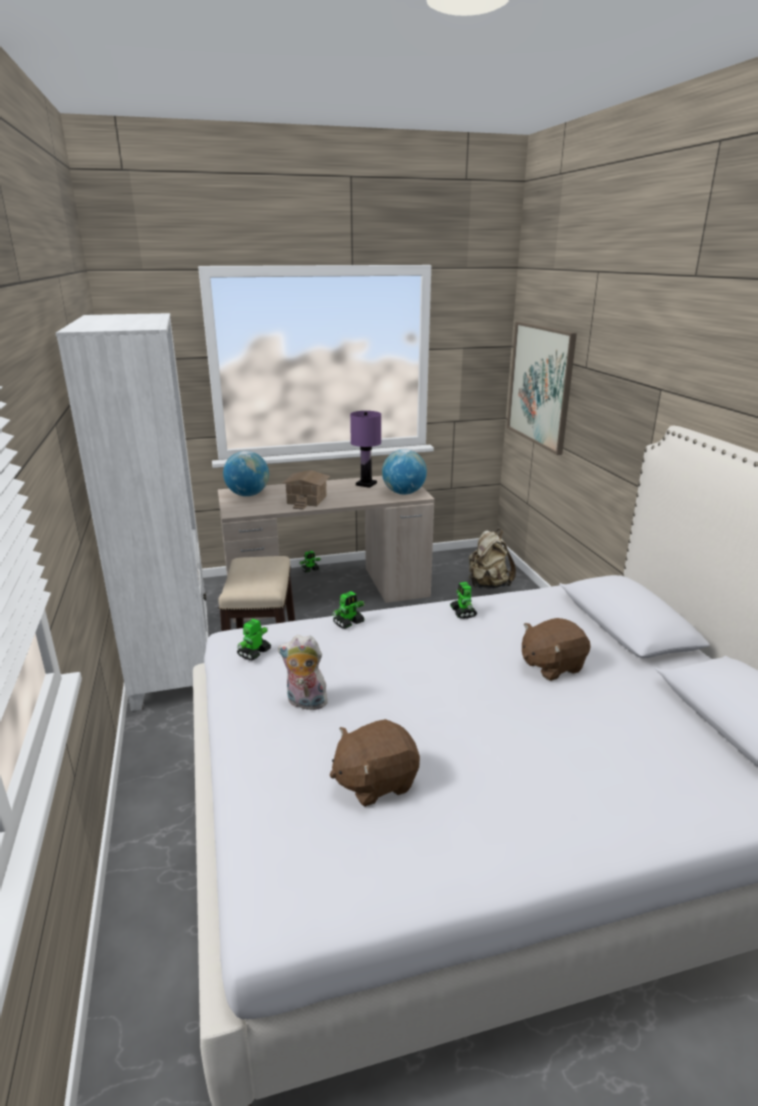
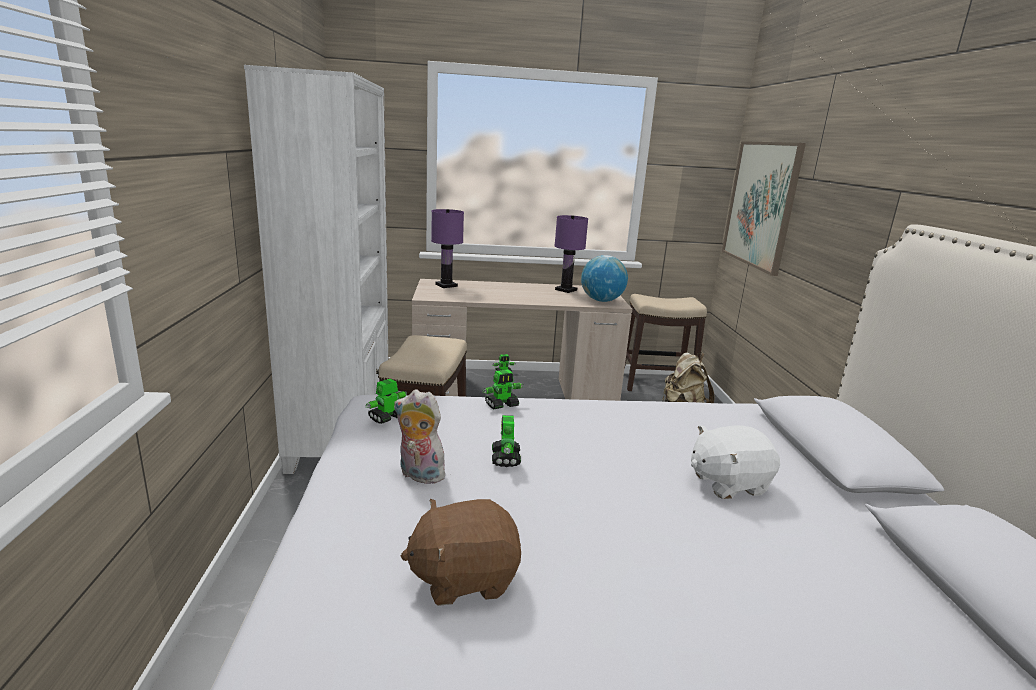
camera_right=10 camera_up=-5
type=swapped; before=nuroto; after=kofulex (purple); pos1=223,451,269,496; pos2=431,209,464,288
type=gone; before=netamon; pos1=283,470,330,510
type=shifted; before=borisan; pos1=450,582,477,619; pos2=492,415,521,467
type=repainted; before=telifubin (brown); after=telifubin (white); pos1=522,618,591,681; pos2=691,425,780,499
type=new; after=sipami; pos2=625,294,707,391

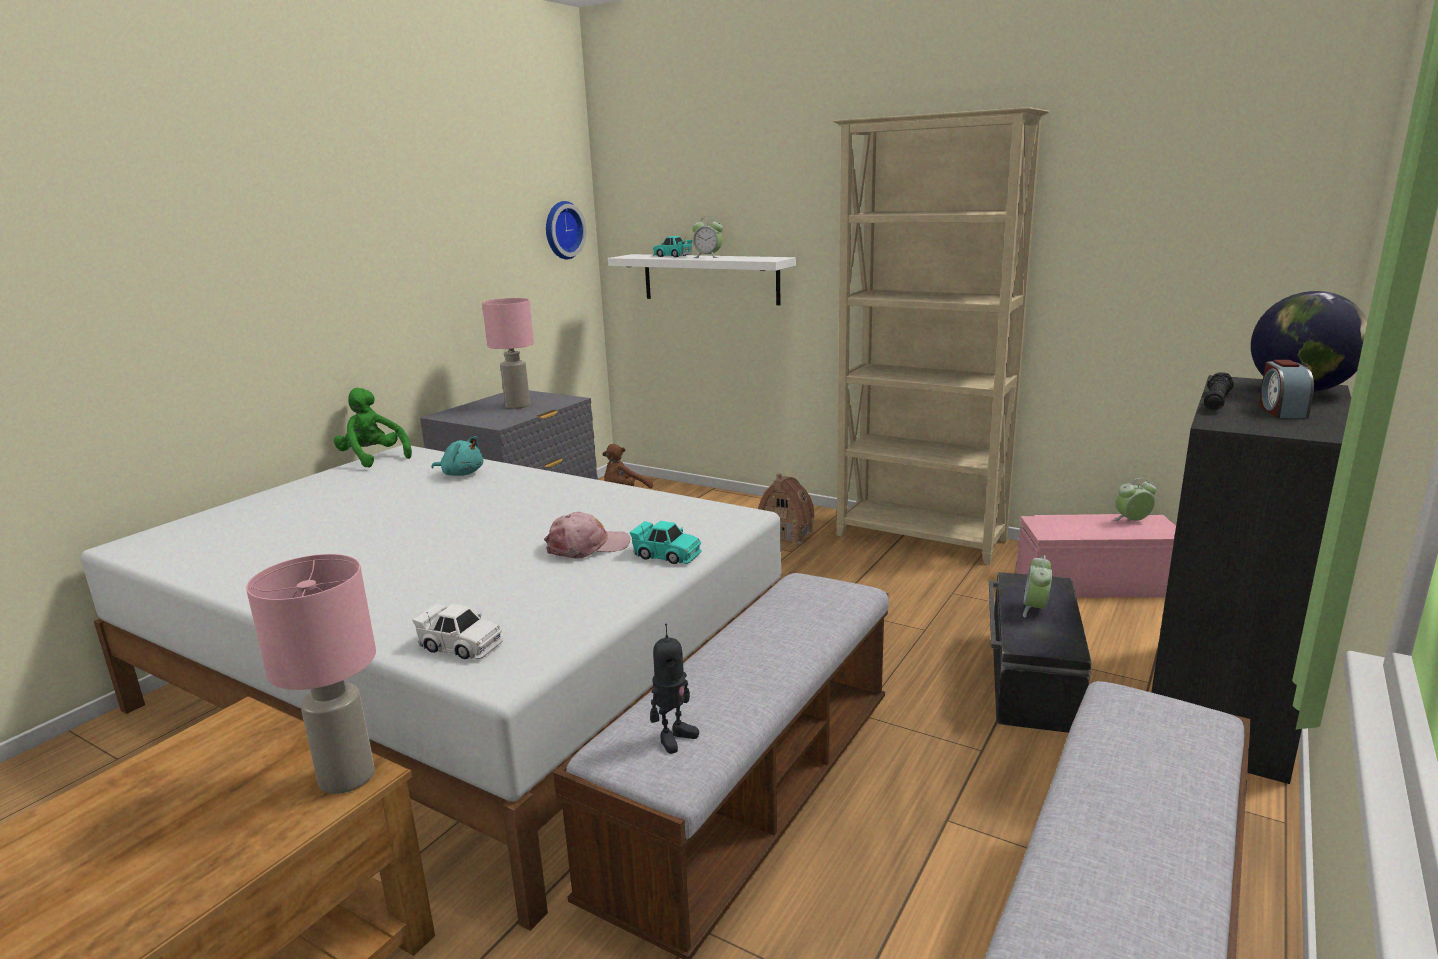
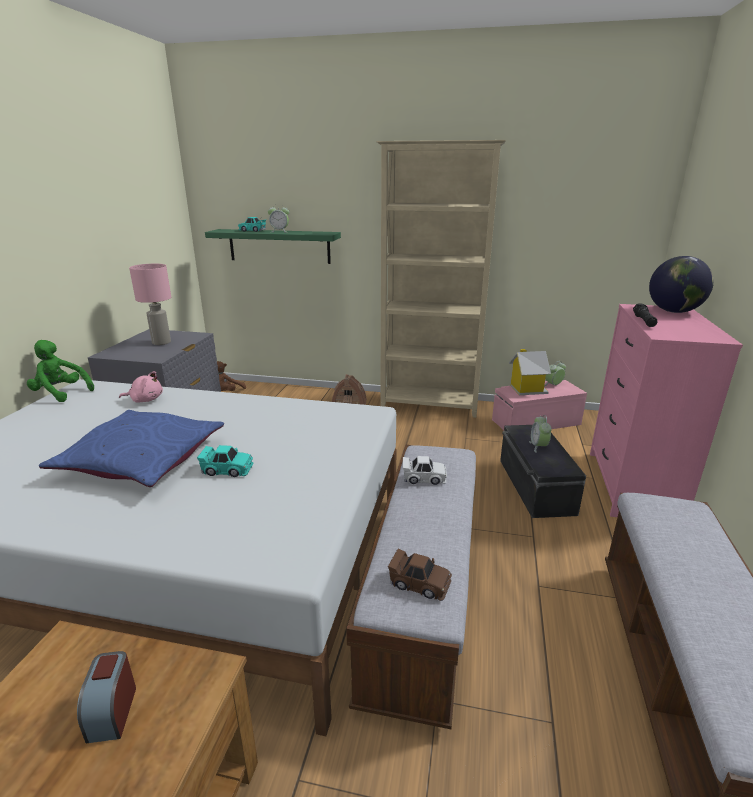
camera_right=-20 camera_up=5
type=gone; before=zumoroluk; pos1=546,201,586,259
type=repainted; before=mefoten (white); after=mefoten (green); pos1=608,254,796,305; pos2=205,229,341,264
type=shifted; before=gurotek; pos1=1259,360,1314,418; pos2=77,651,136,744
type=repainted; before=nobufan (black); after=nobufan (pink); pos1=1151,375,1351,784; pos2=590,304,743,517
type=repainted; before=telifubin (turquoise); after=telifubin (pink); pos1=431,436,483,476; pos2=119,371,163,402
type=gone; before=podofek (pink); pos1=544,512,630,559
type=shifted; before=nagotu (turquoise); pos1=630,521,702,564; pos2=197,445,253,477
type=gone; before=kofulex (pink); pos1=246,554,376,794
type=shifted; before=nagotu (white); pos1=412,603,503,660; pos2=403,456,447,485
type=swapped; before=borisan; after=nagotu (brown); pos1=650,624,699,754; pos2=388,549,452,601
type=new; after=netamon; pos2=509,349,551,395
type=new; after=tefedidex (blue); pos2=39,410,224,487

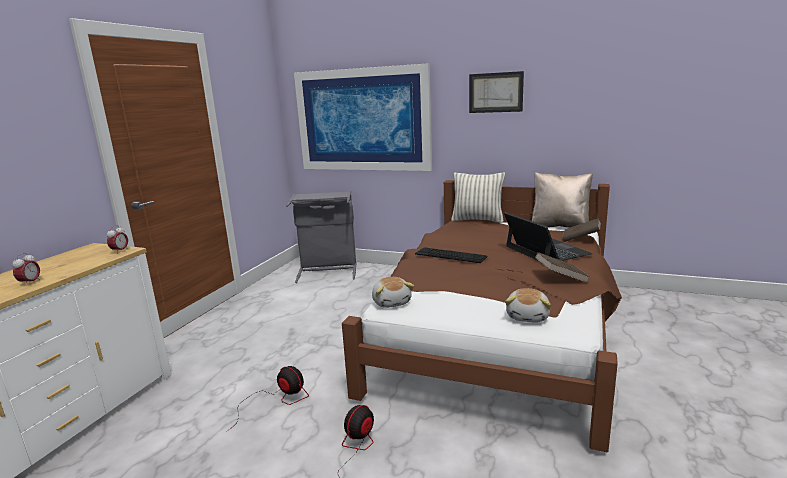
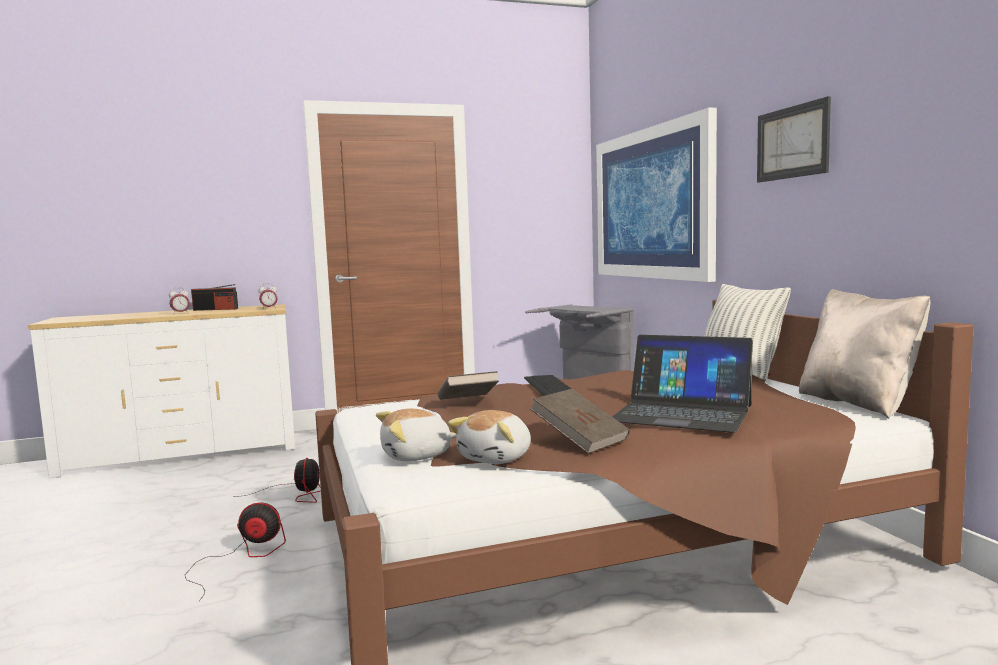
camera_right=50 camera_up=-10
type=rotated; before=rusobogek; pos1=504,212,592,261; pos2=612,335,753,433; turn=90
type=shifted; before=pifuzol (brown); pos1=562,218,601,242; pos2=438,371,499,400
type=shifted; before=telifubin; pos1=372,277,414,308; pos2=448,410,531,464
type=new; after=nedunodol; pos2=191,284,238,311

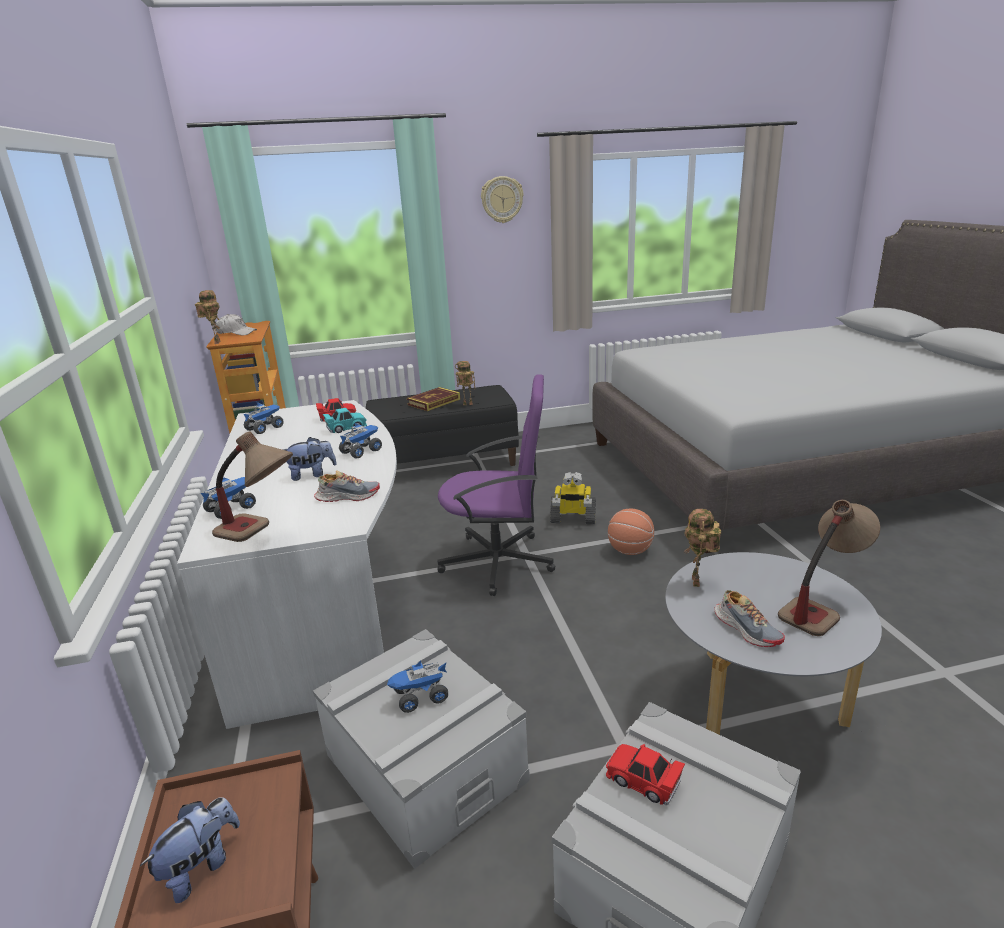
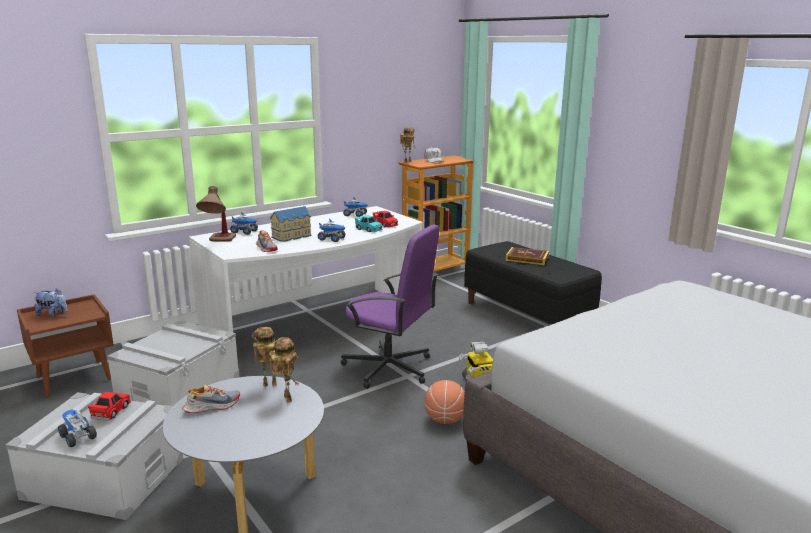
camera_right=65 camera_up=-5
type=gone; before=zumoroluk; pos1=481,176,523,223
type=shifted; before=borisan; pos1=455,361,475,405; pos2=269,337,299,403
type=rotated; before=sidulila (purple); pos1=437,374,555,596; pos2=341,224,439,389; turn=-45
type=swapped; before=telifubin; after=netamon; pos1=282,437,337,481; pos2=270,206,311,242
type=gone; before=kofulex; pos1=778,500,880,636
type=rotated; before=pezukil; pos1=715,590,785,647; pos2=182,384,240,413; turn=-150
type=shifted; before=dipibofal; pos1=387,660,448,713; pos2=58,409,97,447

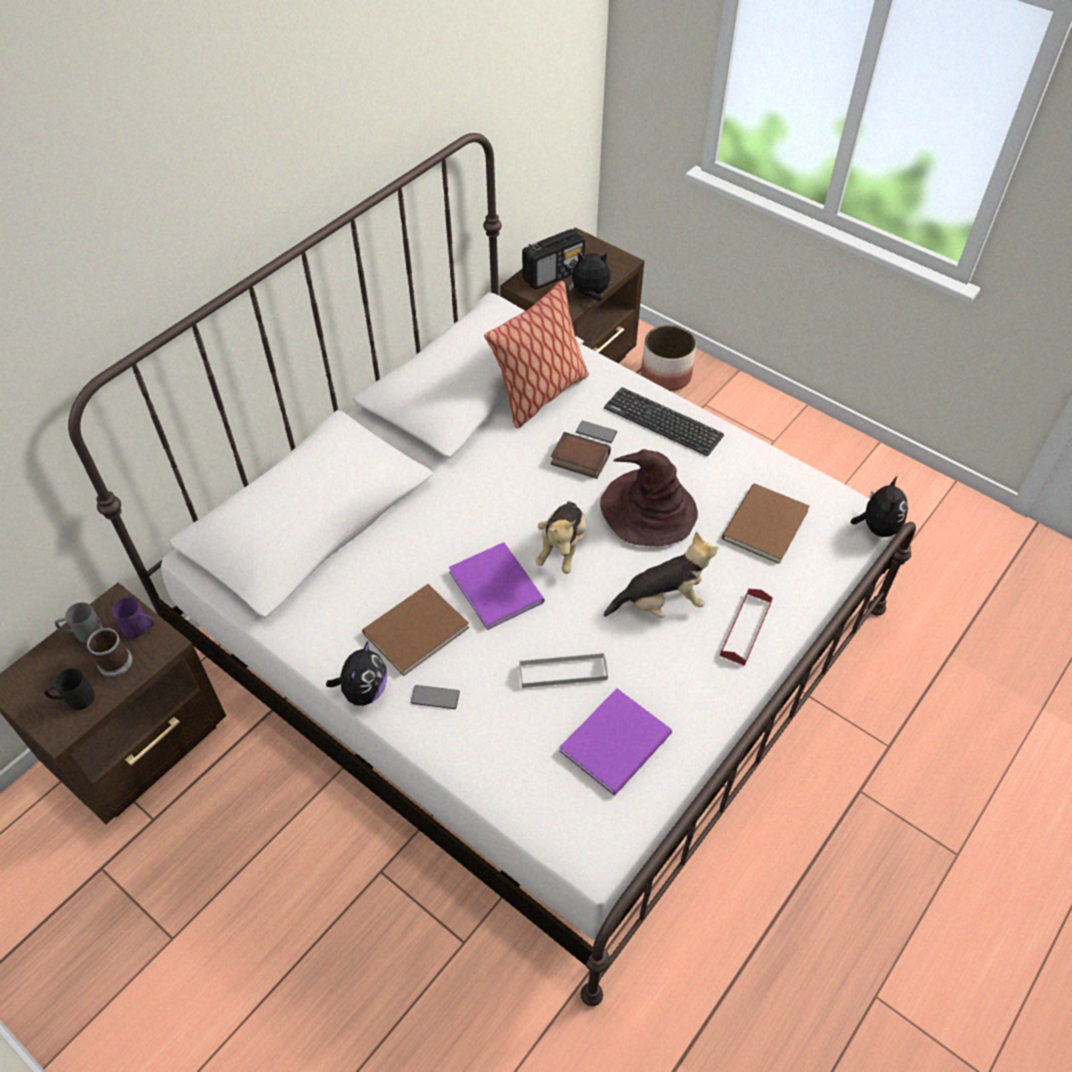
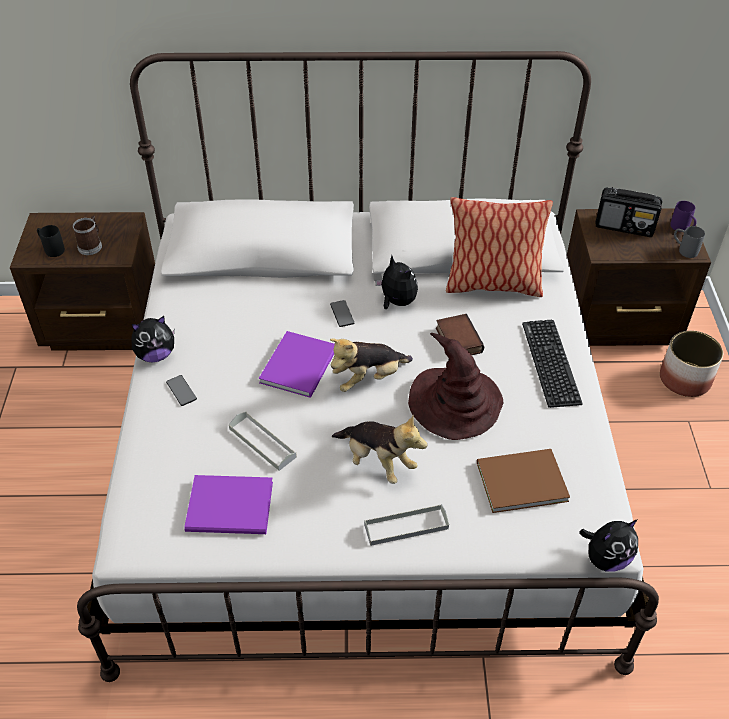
camera_right=50 camera_up=-5
type=shifted; before=telifubin; pos1=569,252,611,301; pos2=375,255,418,309
type=shifted; before=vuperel; pos1=576,420,617,443; pos2=330,300,354,327
type=gone; before=pifuzol (brown); pos1=362,584,469,676
type=repainted; before=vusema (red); after=vusema (grey); pos1=720,589,773,666; pos2=364,504,449,546
type=shifted; before=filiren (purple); pos1=112,597,154,638; pos2=670,201,697,232
type=shifted; before=filiren (grey); pos1=55,602,103,643; pos2=674,226,705,258

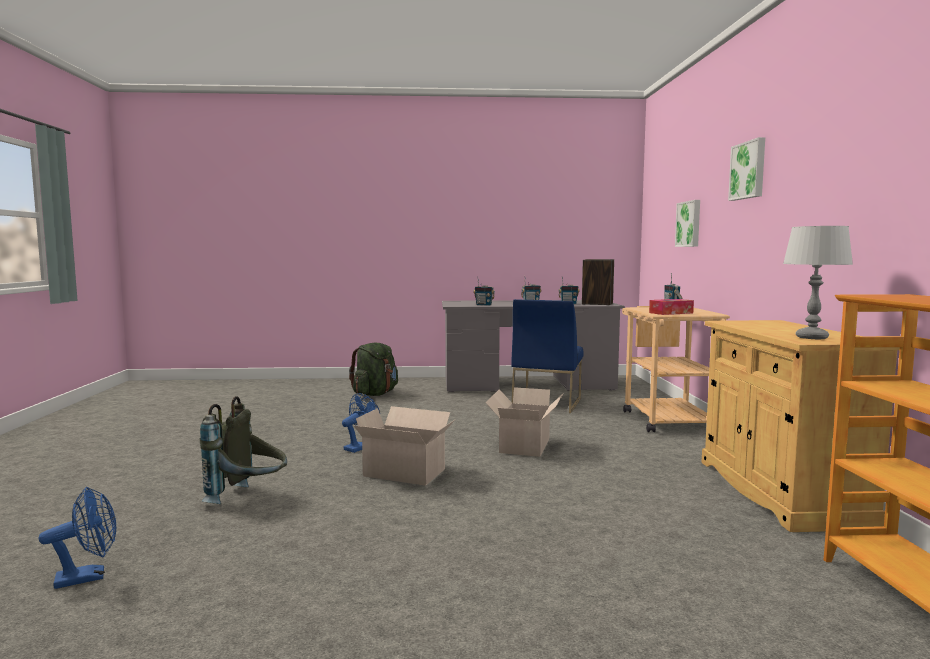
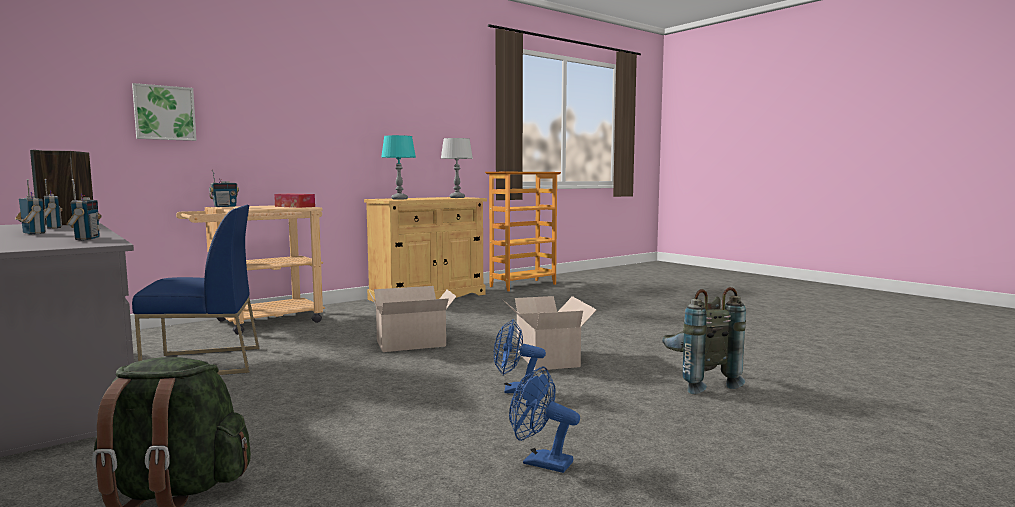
camera_right=-125 camera_up=0
type=gone; before=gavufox; pos1=728,137,765,201
type=shifted; before=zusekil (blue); pos1=39,487,116,589; pos2=509,367,580,473
type=new; after=kofulex (turquoise); pos2=381,135,416,199

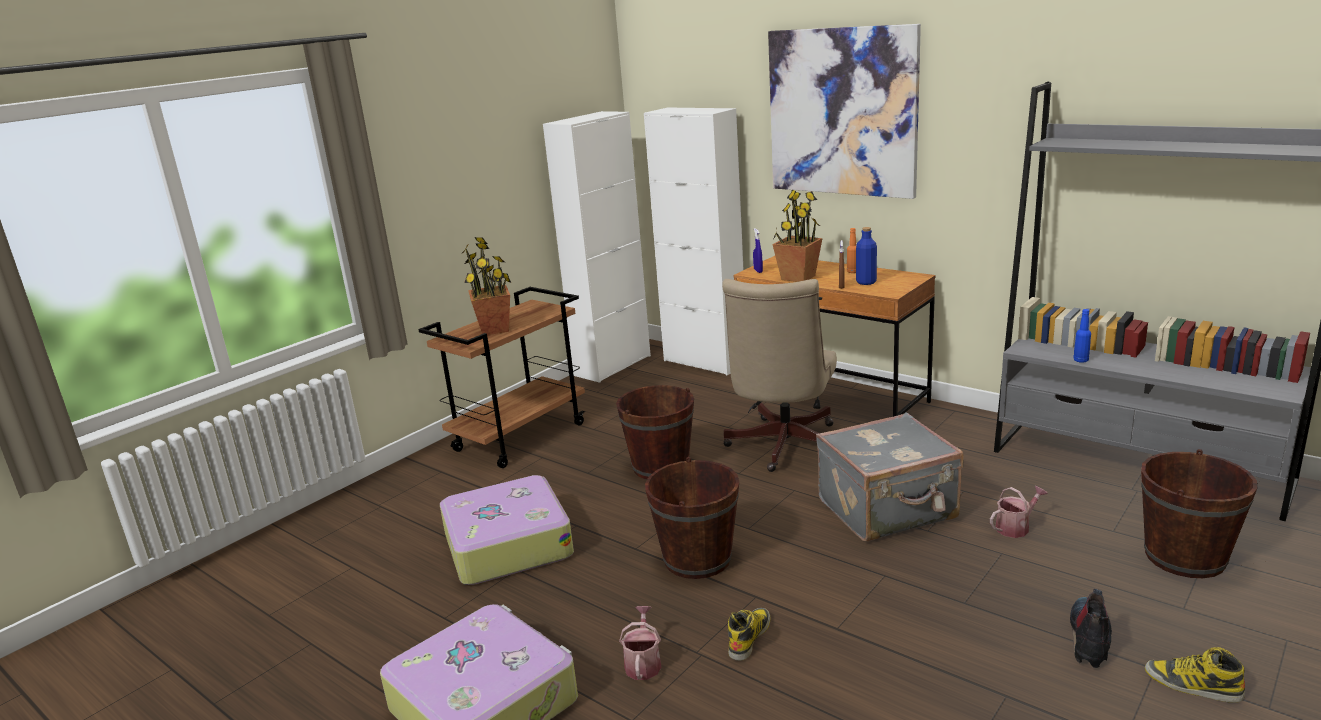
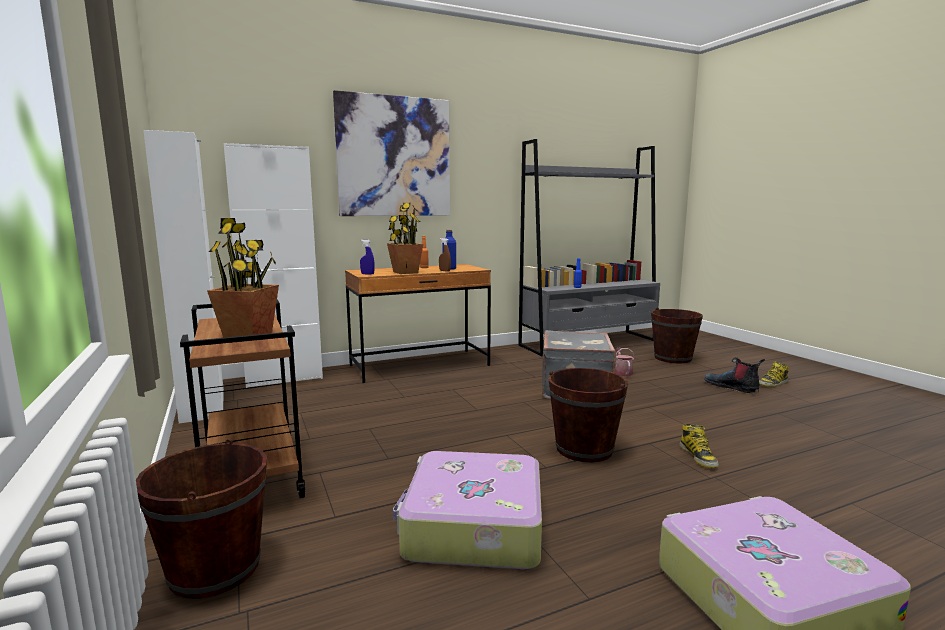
camera_right=-65 camera_up=-10
type=gone; before=sidulila (beige); pos1=722,279,837,472
type=shifted; before=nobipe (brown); pos1=616,385,694,480; pos2=136,438,267,599
type=gone; before=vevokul; pos1=619,606,661,680
type=rotated; before=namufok; pos1=728,608,771,661; pos2=680,424,719,468; turn=-150

